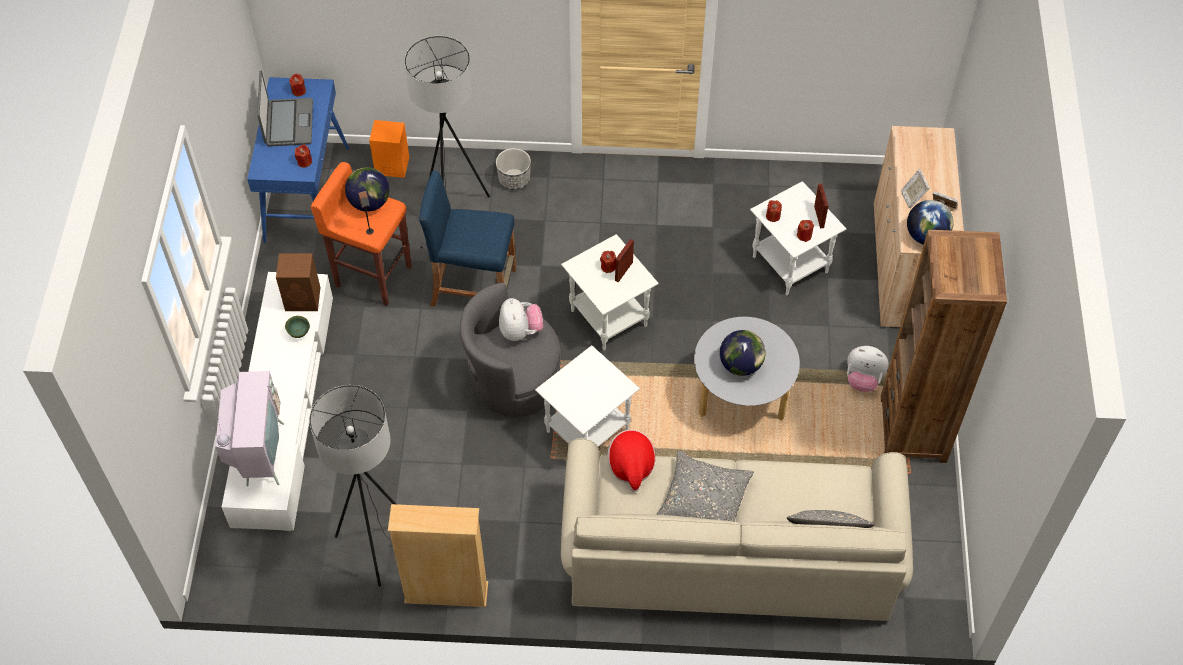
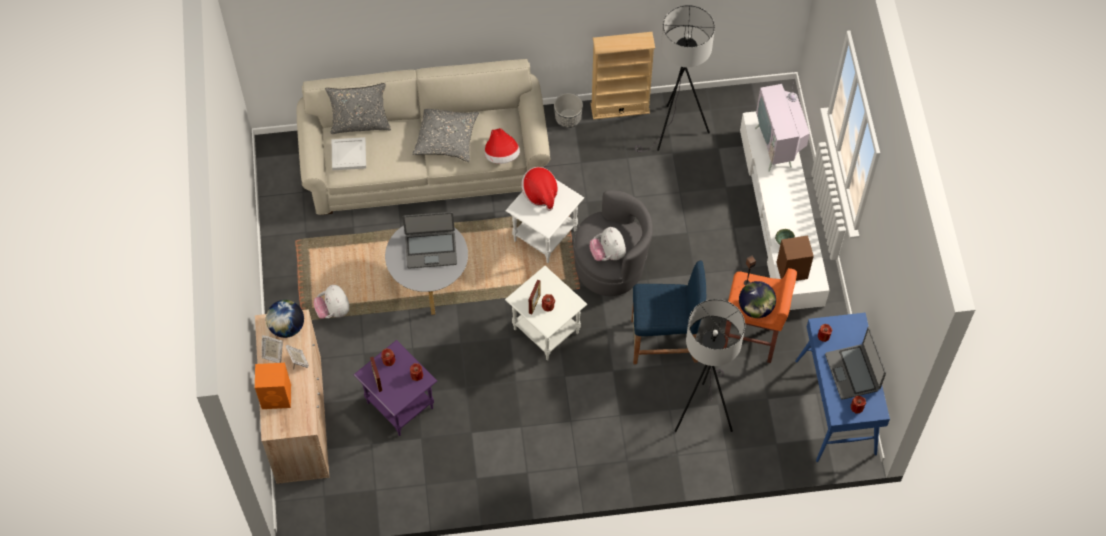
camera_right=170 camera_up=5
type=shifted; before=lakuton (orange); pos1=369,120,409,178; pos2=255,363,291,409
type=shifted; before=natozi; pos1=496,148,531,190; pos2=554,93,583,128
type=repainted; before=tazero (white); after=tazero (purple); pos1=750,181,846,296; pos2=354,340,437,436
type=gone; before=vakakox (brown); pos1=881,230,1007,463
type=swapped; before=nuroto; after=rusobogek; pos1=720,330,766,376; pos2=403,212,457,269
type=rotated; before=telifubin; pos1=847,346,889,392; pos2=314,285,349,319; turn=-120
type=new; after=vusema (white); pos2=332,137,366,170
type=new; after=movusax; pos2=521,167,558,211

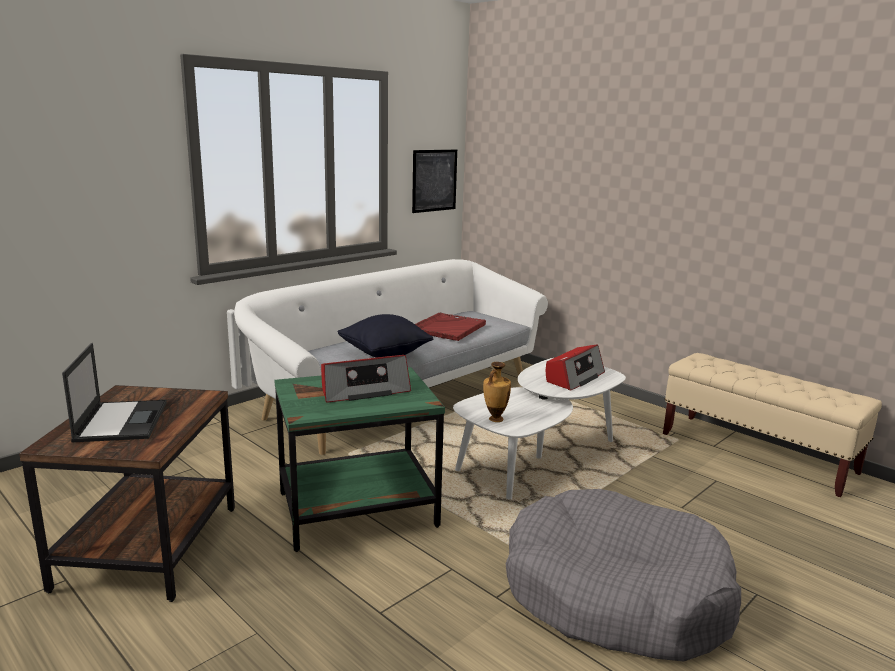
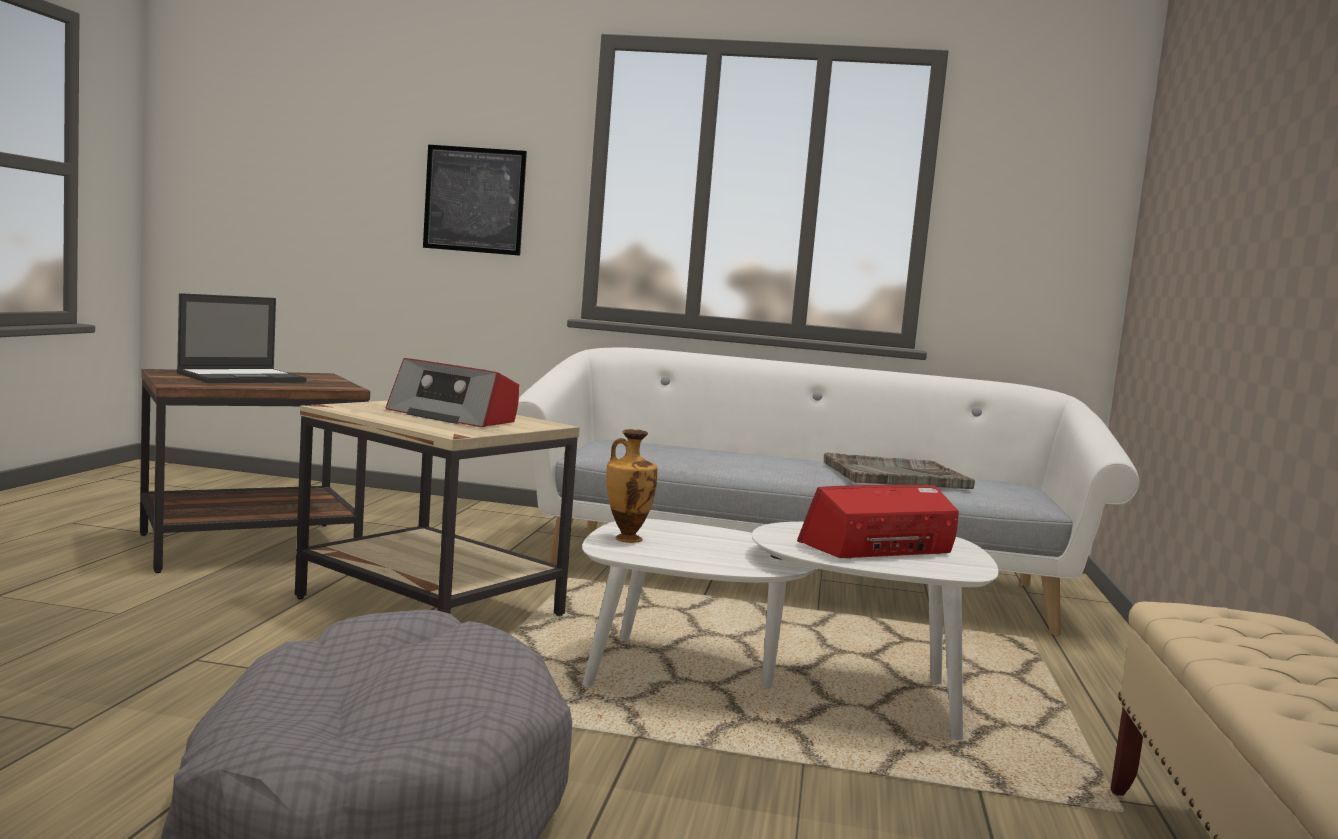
camera_right=55 camera_up=-10
type=shifted; before=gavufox; pos1=412,150,457,213; pos2=423,145,527,256
type=repainted; before=vusema (red); after=vusema (grey); pos1=415,313,486,341; pos2=824,453,975,489
type=gone; before=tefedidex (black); pos1=338,314,433,358
type=rotated; before=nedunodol; pos1=546,345,605,391; pos2=797,485,959,559; turn=150
type=repainted; before=tazero (green); after=tazero (beige); pos1=275,367,445,552; pos2=295,401,580,616

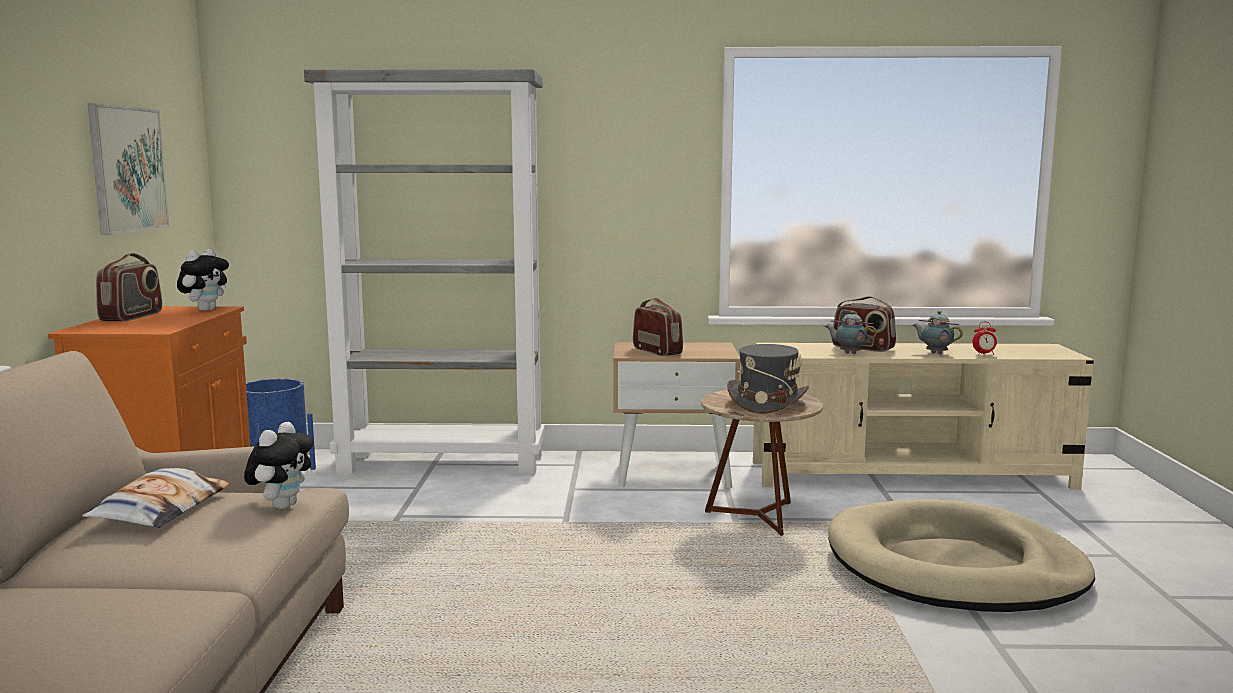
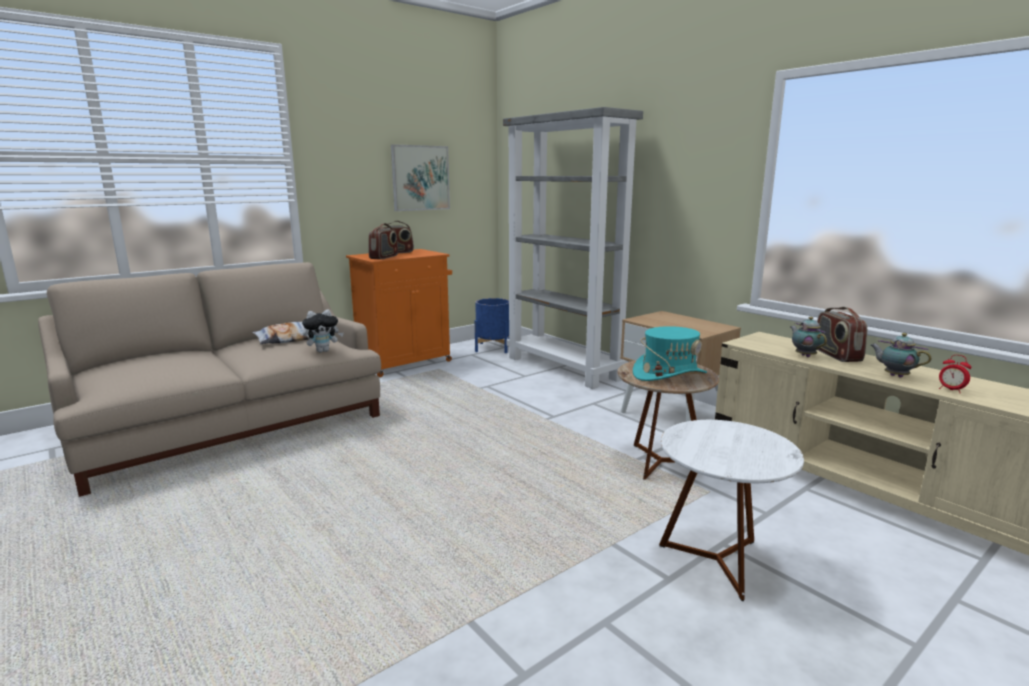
camera_right=50 camera_up=5
type=gone; before=telifubin; pos1=177,249,229,311
type=shifted; before=nedunodol; pos1=633,297,683,356; pos2=368,223,398,259
type=rotated; before=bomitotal; pos1=913,311,963,354; pos2=870,333,931,377; turn=-45
type=repainted; before=movusax (grey); after=movusax (turquoise); pos1=727,344,809,413; pos2=633,326,707,381
type=swapped; before=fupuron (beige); after=tazero (white); pos1=828,499,1095,612; pos2=659,420,804,601

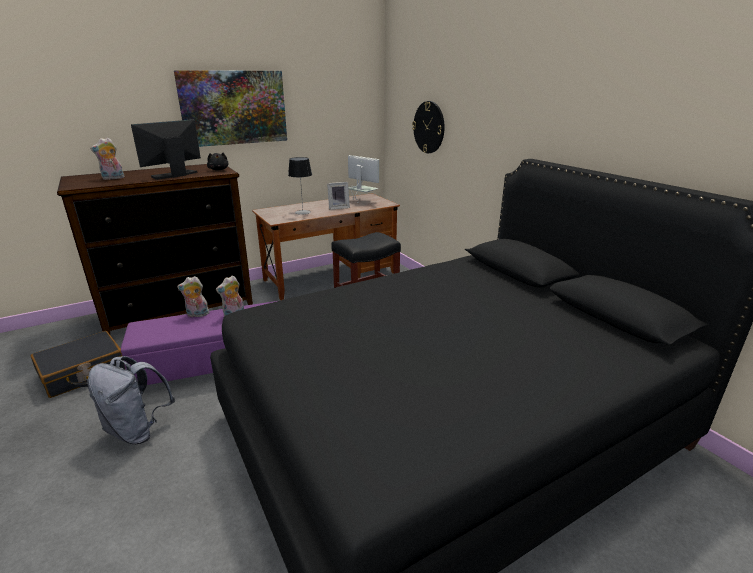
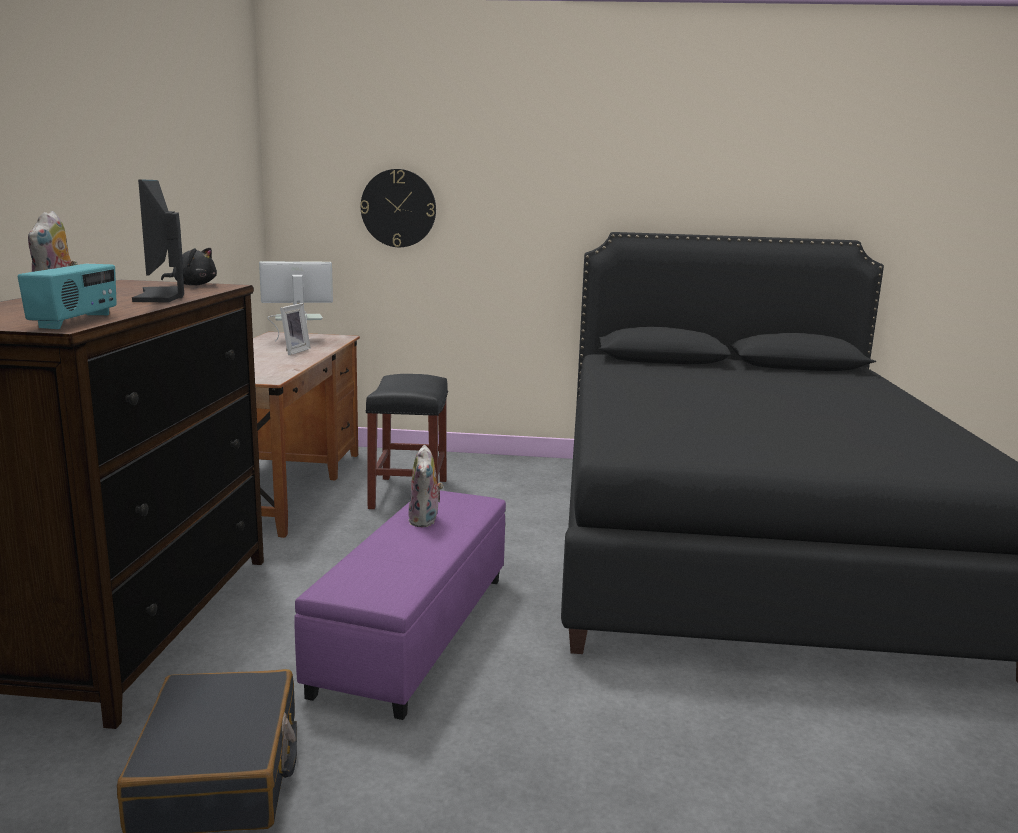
camera_right=-55 camera_up=-10
type=gone; before=gavufox; pos1=174,70,287,147
type=gone; before=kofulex; pos1=288,157,312,215
type=gone; before=telifubin; pos1=177,276,209,317
type=gone; before=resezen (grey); pos1=87,356,175,444
type=new; after=nedunodol; pos2=18,264,117,329

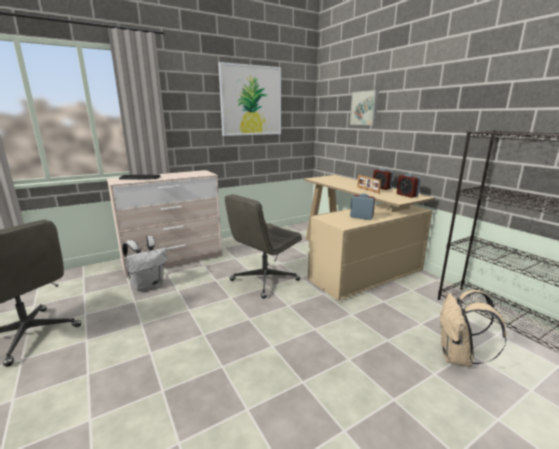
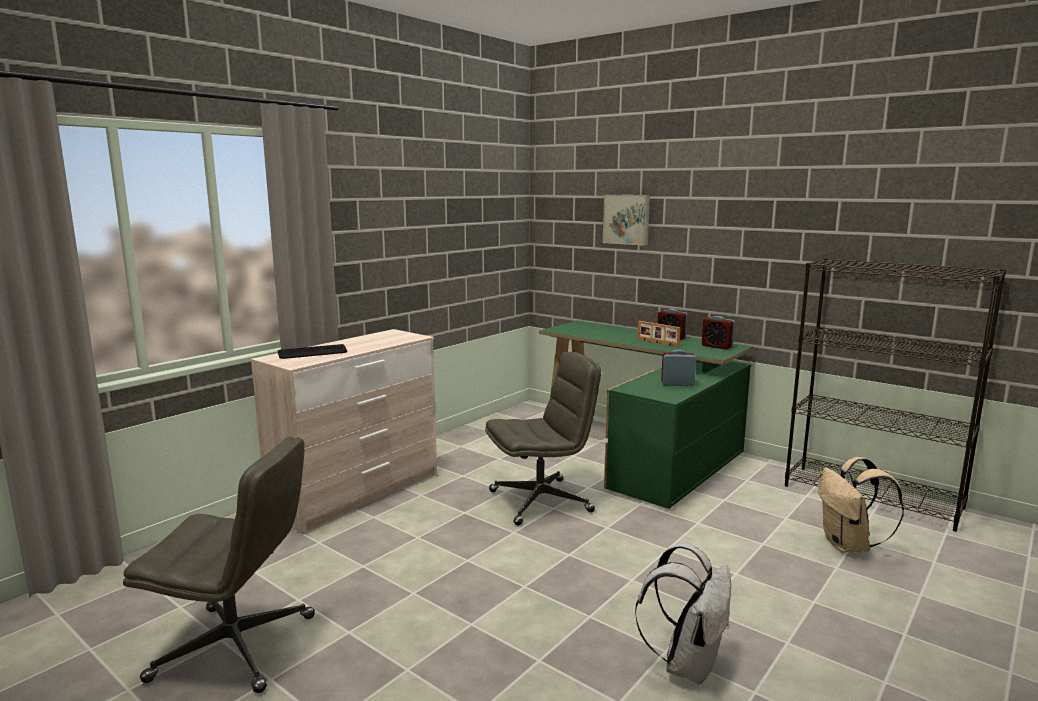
camera_right=-20 camera_up=-5
type=gone; before=gavufox; pos1=218,62,281,136
type=repainted; before=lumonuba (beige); after=lumonuba (green); pos1=304,175,435,301; pos2=539,321,753,509
type=rotated; before=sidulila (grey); pos1=225,194,302,299; pos2=485,352,601,525; turn=-135
type=shifted; before=resezen (white); pos1=122,236,167,292; pos2=635,543,731,684

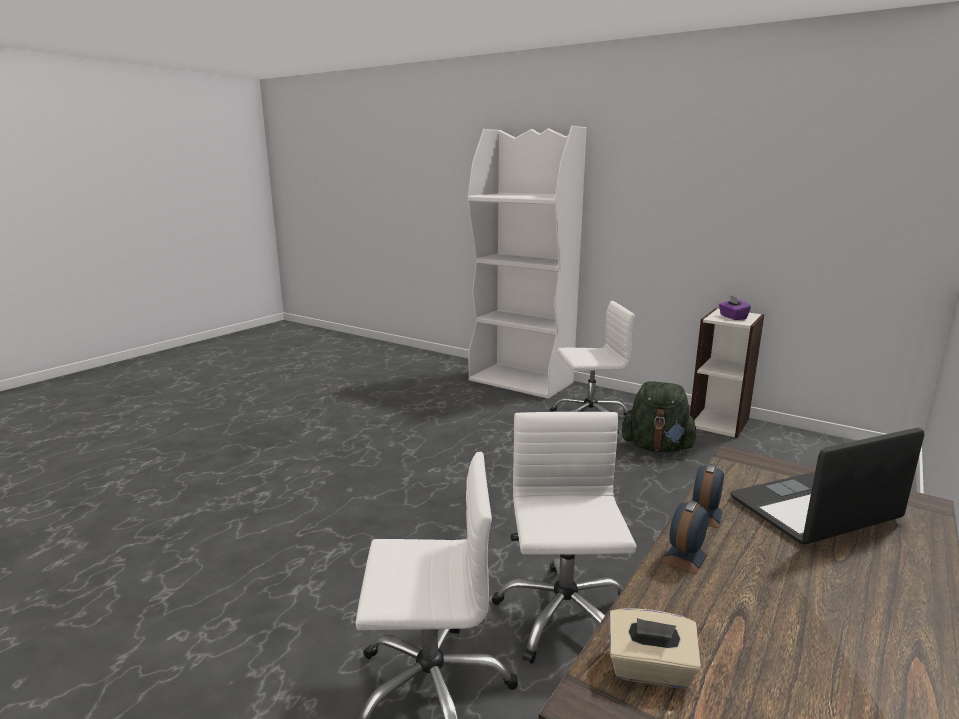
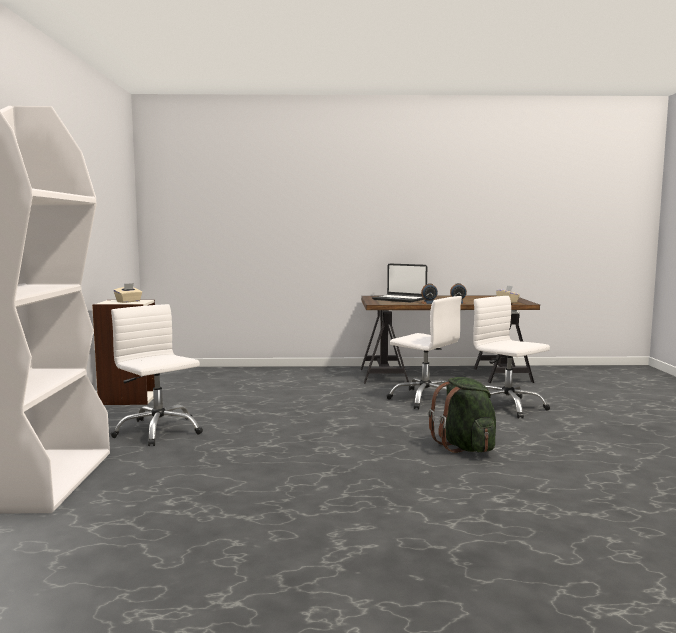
camera_right=-125 camera_up=-10
type=repainted; before=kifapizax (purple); after=kifapizax (beige); pos1=719,295,751,320; pos2=114,283,142,303
type=shifted; before=resezen (green); pos1=622,381,699,452; pos2=428,377,496,453
type=rotated; before=sidulila (white); pos1=492,412,637,664; pos2=387,296,462,410; turn=-105

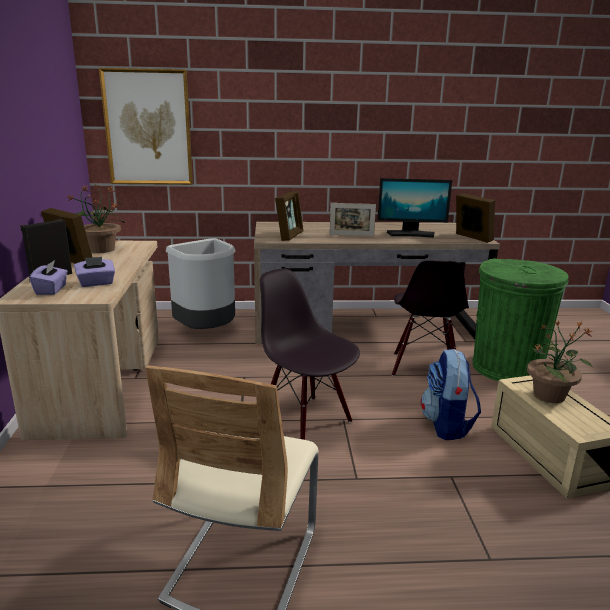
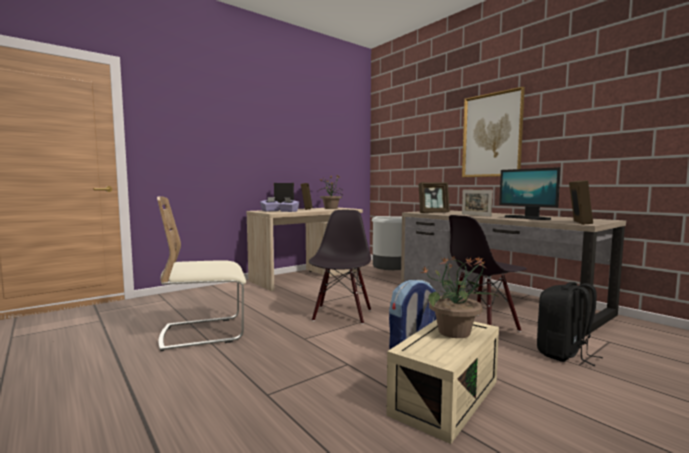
camera_right=55 camera_up=-15
type=shifted; before=gavufox; pos1=99,68,193,185; pos2=462,87,525,177
type=swapped; before=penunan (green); after=resezen (black); pos1=473,258,569,381; pos2=537,282,603,366

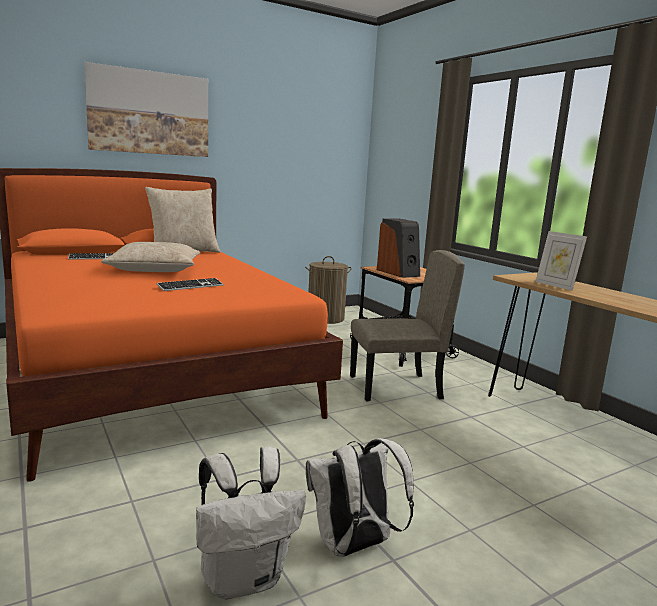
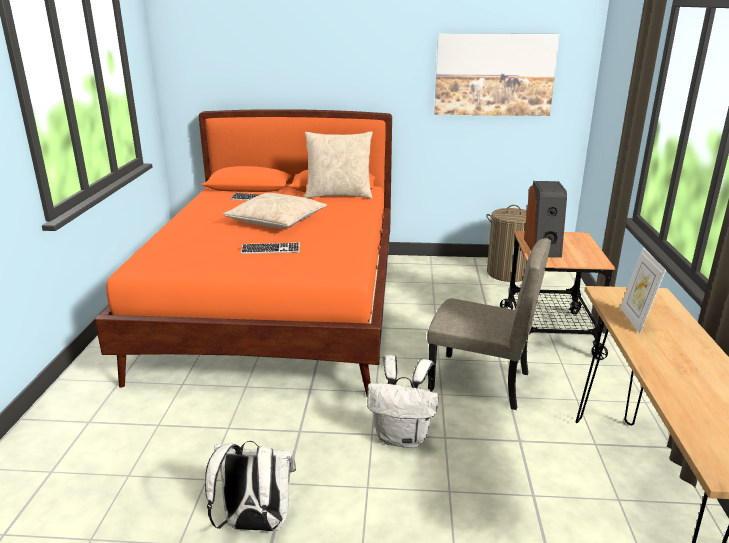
camera_right=35 camera_up=10
type=shifted; before=gavufox; pos1=84,62,208,157; pos2=435,33,560,116
type=shifted; before=resezen (white); pos1=196,447,306,599; pos2=367,355,439,448

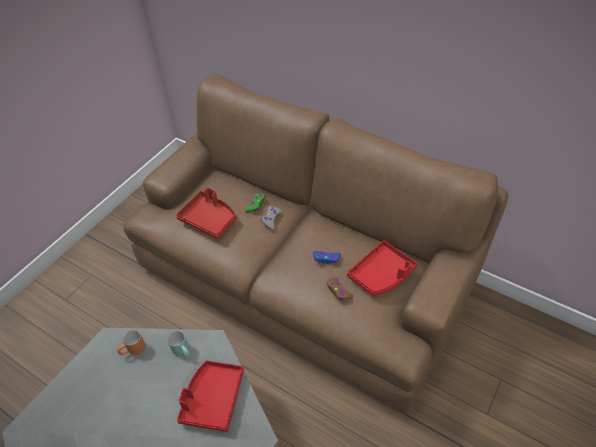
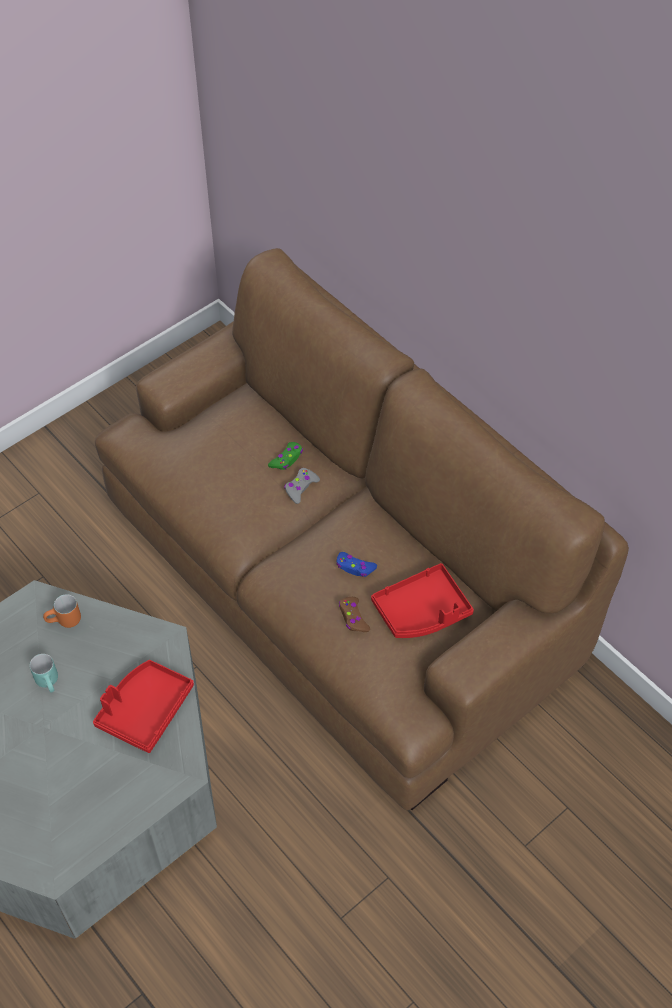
camera_right=15 camera_up=5
type=gone; before=vusema (red); pos1=176,187,237,239
type=shifted; before=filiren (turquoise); pos1=168,331,190,357; pos2=30,654,58,692

